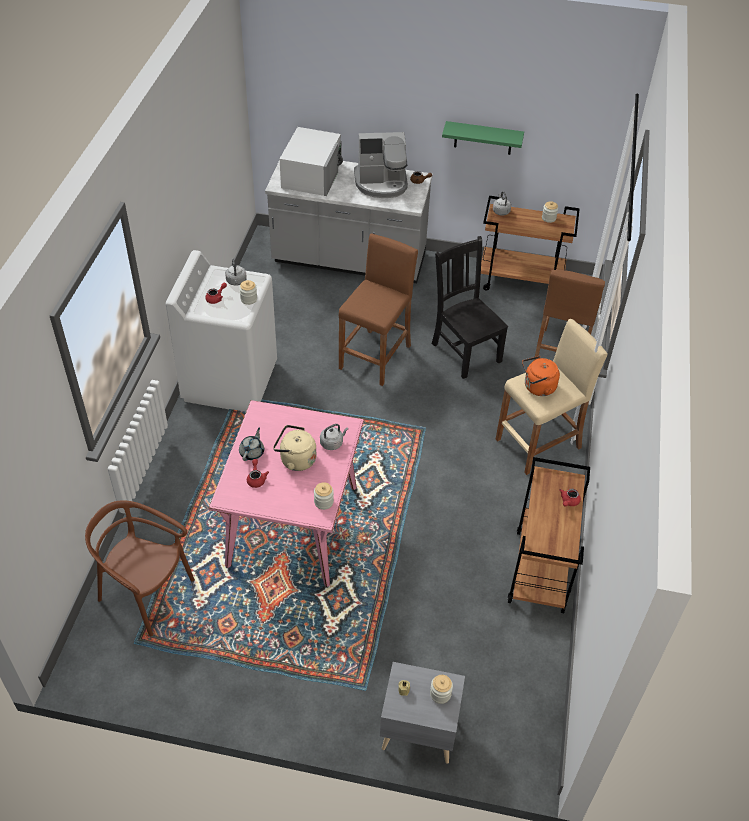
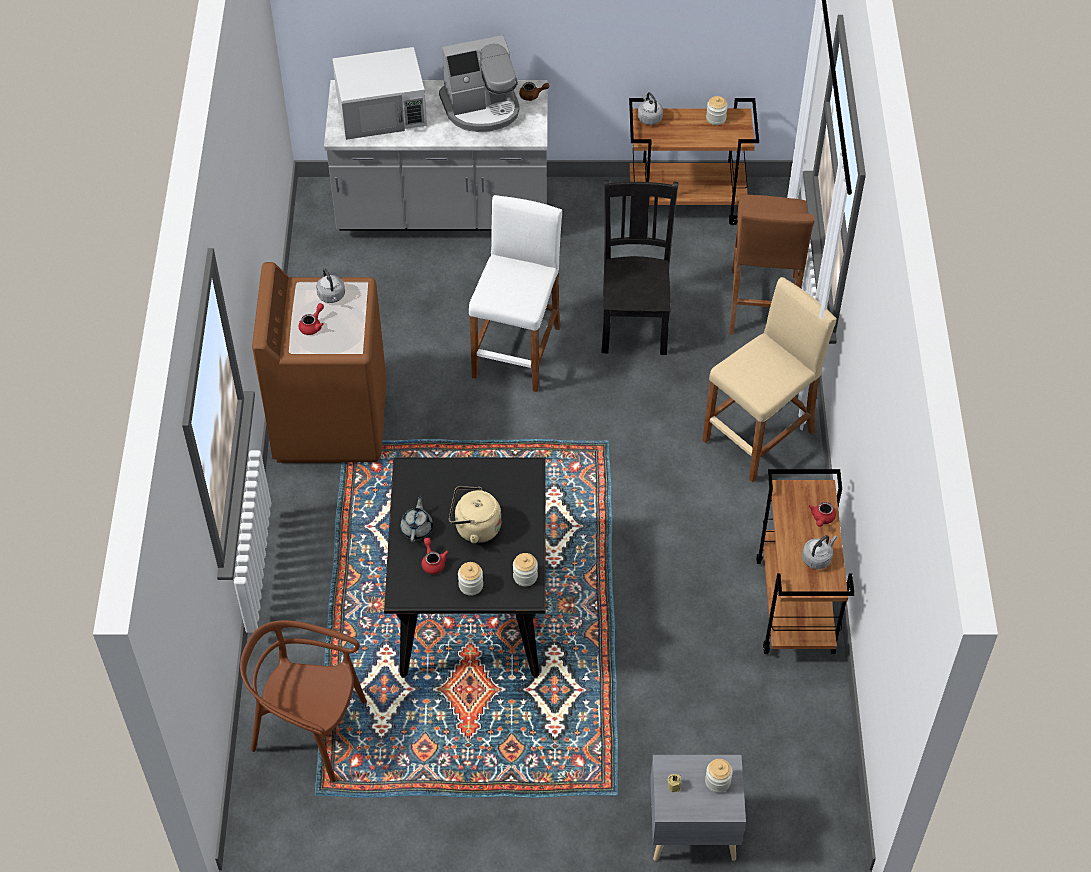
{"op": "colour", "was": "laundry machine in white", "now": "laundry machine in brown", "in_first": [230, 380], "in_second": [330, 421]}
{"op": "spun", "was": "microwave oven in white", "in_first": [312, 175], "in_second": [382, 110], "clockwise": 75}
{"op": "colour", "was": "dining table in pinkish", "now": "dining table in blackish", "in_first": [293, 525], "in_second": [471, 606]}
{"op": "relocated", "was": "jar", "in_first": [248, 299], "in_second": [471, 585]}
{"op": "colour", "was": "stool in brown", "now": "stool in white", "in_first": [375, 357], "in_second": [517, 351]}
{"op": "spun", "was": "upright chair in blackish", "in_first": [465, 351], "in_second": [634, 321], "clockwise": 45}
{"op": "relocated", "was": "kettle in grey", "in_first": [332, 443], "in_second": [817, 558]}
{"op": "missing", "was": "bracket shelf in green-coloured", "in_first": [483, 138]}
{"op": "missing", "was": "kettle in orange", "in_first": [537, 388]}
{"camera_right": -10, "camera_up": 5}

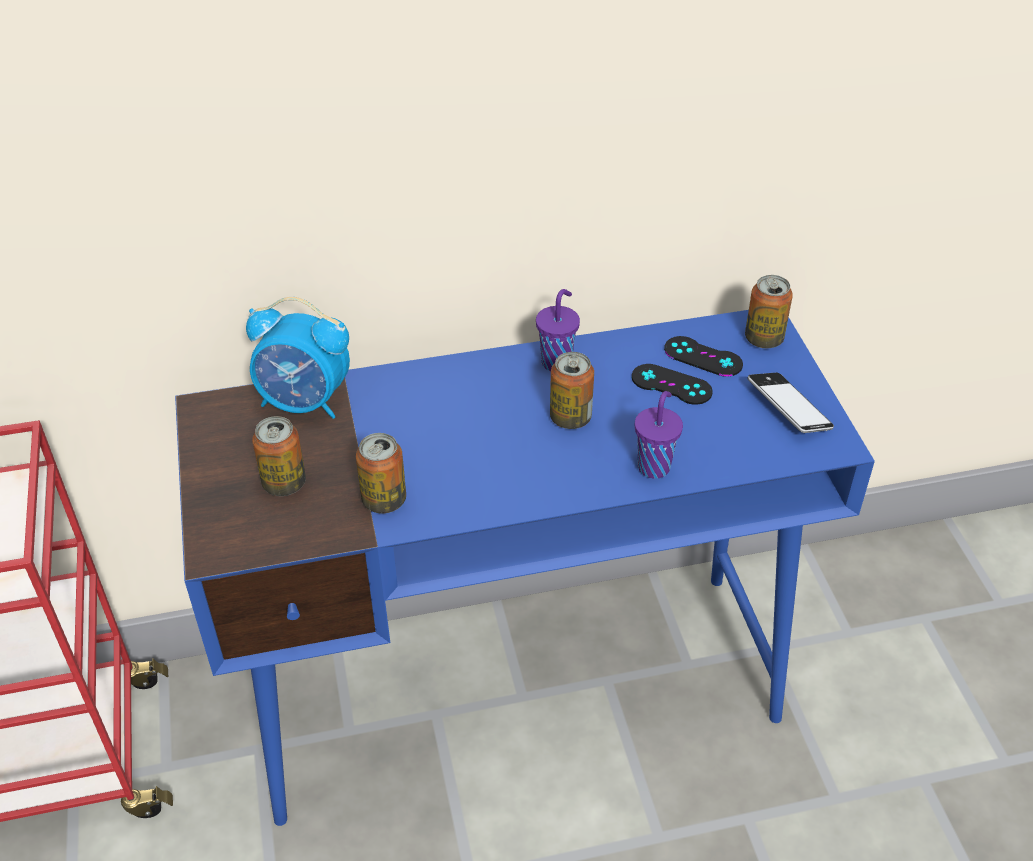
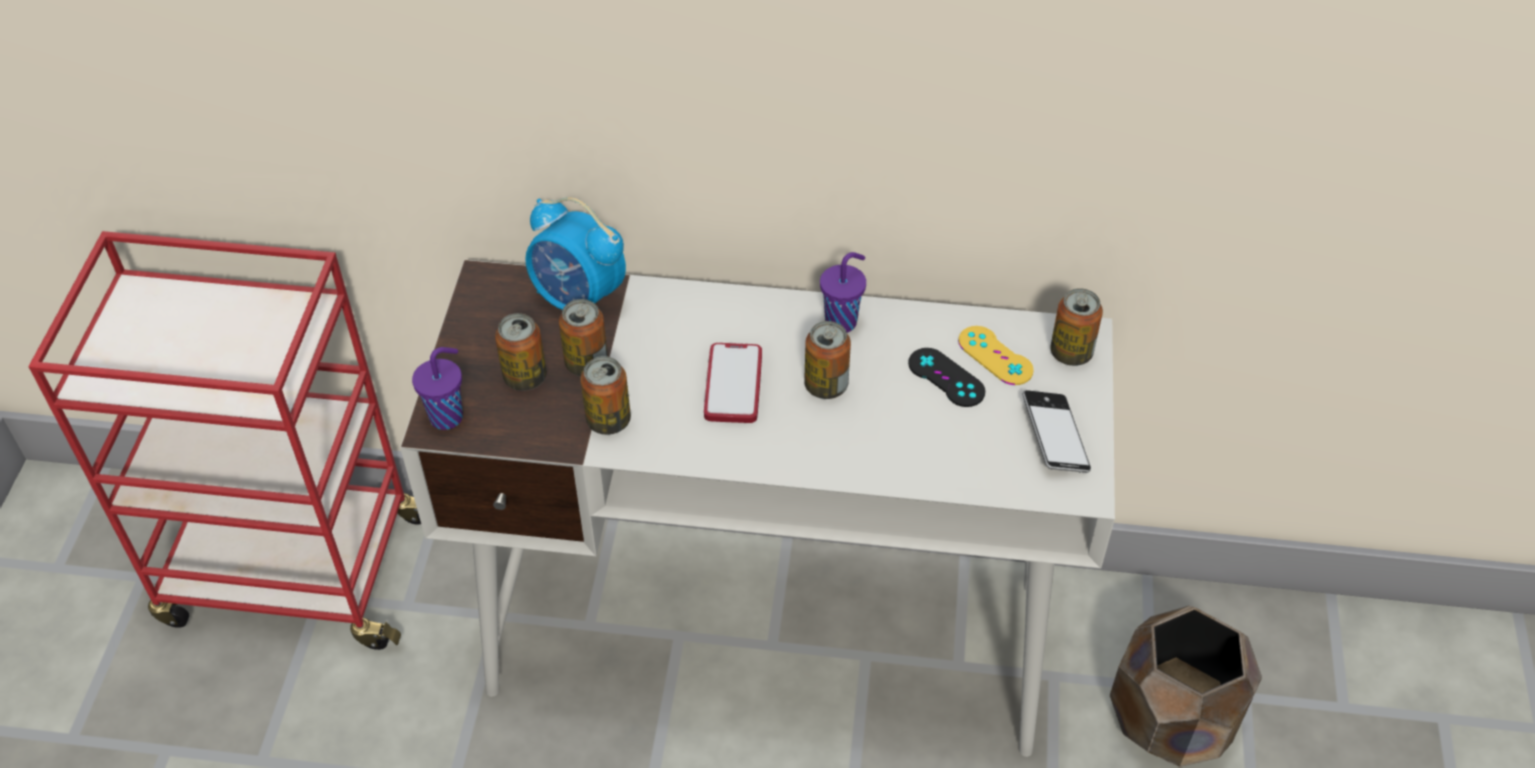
{"op": "colour", "was": "desk table in blue-coloured", "now": "desk table in white", "in_first": [518, 690], "in_second": [770, 637]}
{"op": "relocated", "was": "small cup in purple-coloured", "in_first": [654, 466], "in_second": [448, 416]}
{"op": "appeared", "now": "sealed can", "in_second": [586, 363]}
{"op": "appeared", "now": "phone", "in_second": [733, 385]}
{"op": "colour", "was": "joypad in blackish", "now": "joypad in yellow", "in_first": [703, 357], "in_second": [995, 356]}
{"op": "appeared", "now": "plant pot in brown", "in_second": [1173, 720]}
{"camera_right": 20, "camera_up": 5}

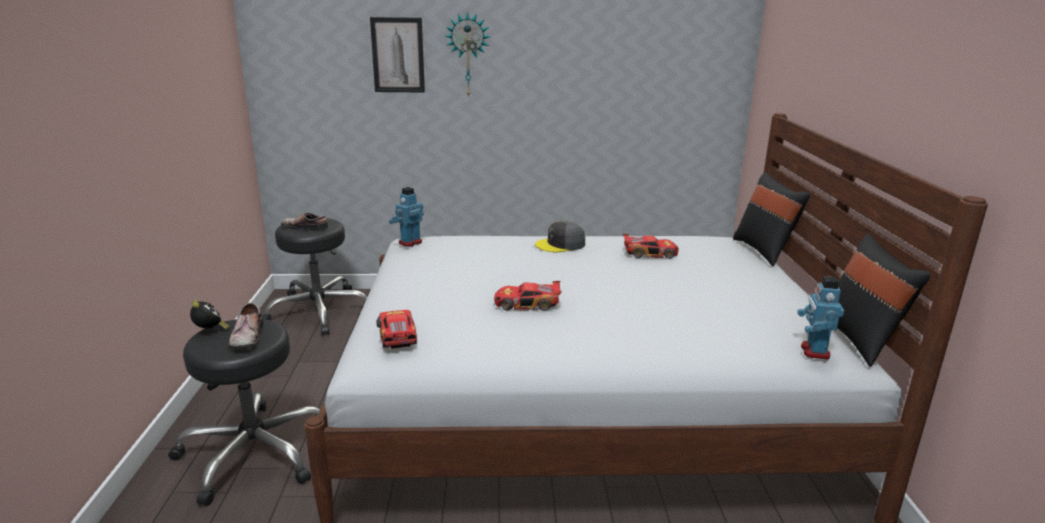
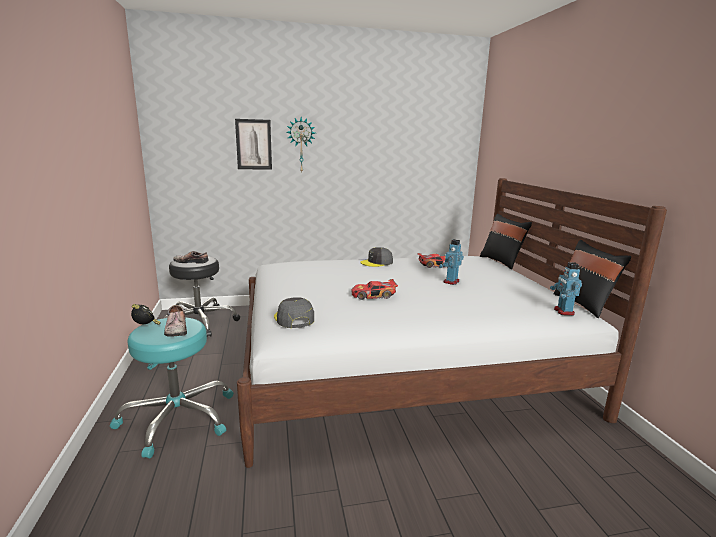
{"op": "colour", "was": "stool in blackish", "now": "stool in turquoise", "in_first": [256, 453], "in_second": [178, 418]}
{"op": "exchanged", "was": "miniature car", "now": "peaked cap in grey", "in_first": [397, 336], "in_second": [293, 318]}
{"op": "relocated", "was": "robot figure", "in_first": [410, 242], "in_second": [450, 282]}
{"camera_right": -10, "camera_up": -5}

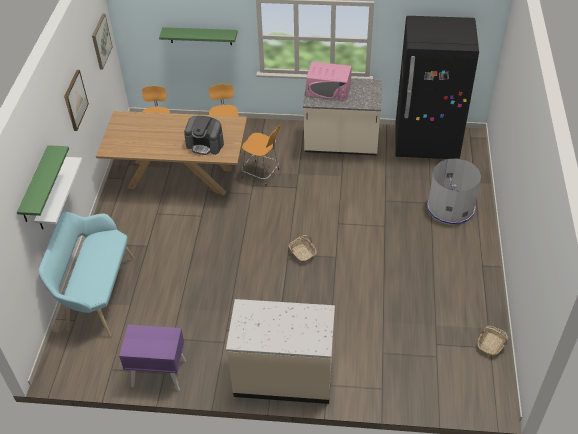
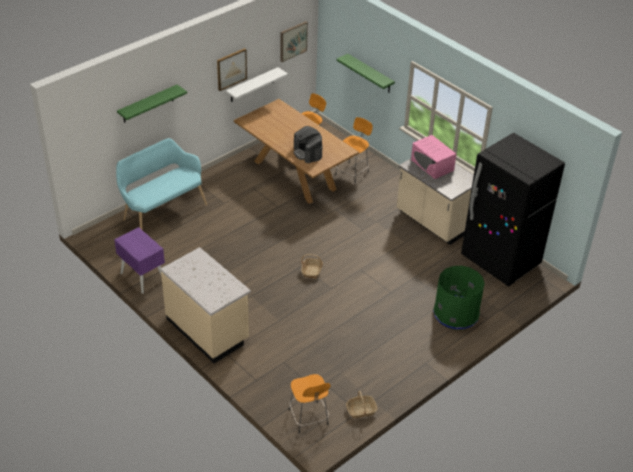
{"op": "relocated", "was": "bracket shelf in white", "in_first": [51, 195], "in_second": [252, 85]}
{"op": "relocated", "was": "stool in orange", "in_first": [262, 174], "in_second": [309, 418]}
{"op": "colour", "was": "rubbish bin in grey", "now": "rubbish bin in green-coloured", "in_first": [450, 208], "in_second": [456, 313]}
{"camera_right": 40, "camera_up": -5}

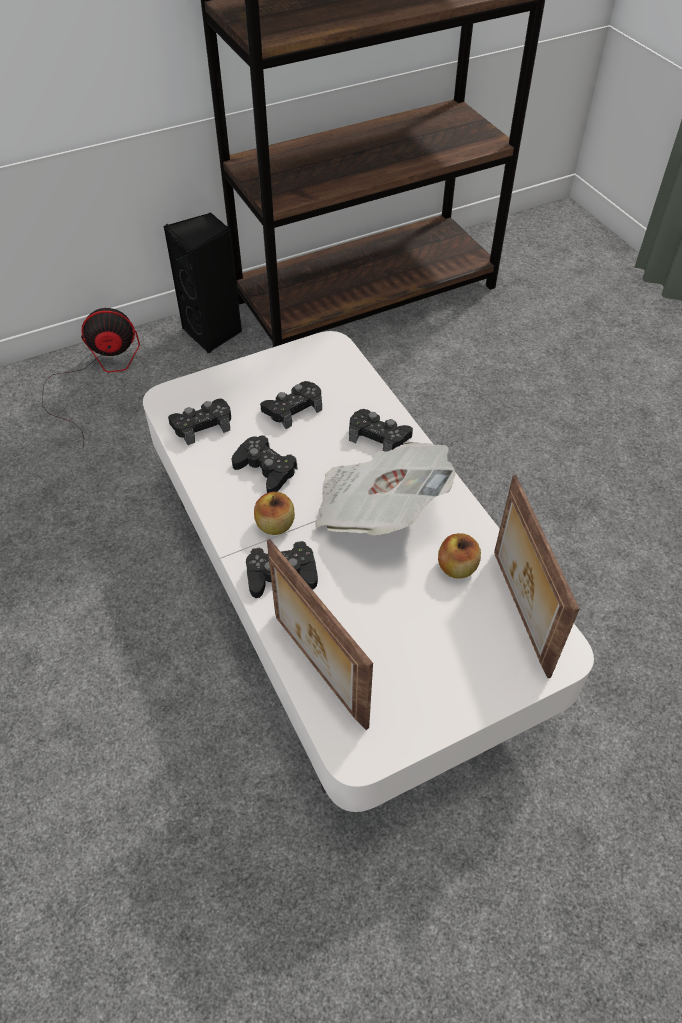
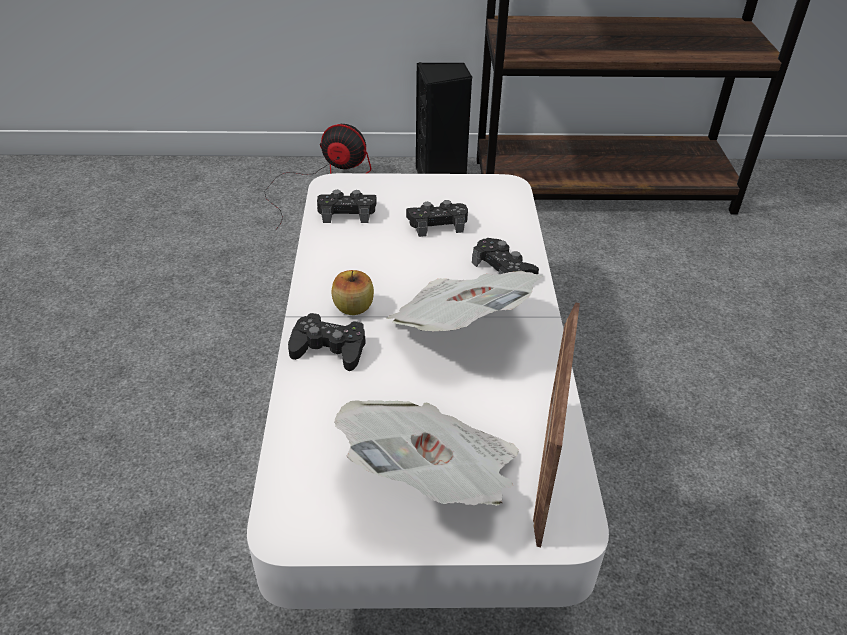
{"op": "appeared", "now": "printed paper", "in_second": [434, 478]}
{"op": "missing", "was": "joypad in blackish", "in_first": [265, 470]}
{"op": "missing", "was": "photo frame", "in_first": [317, 669]}
{"op": "missing", "was": "whole apple", "in_first": [457, 567]}
{"camera_right": 25, "camera_up": -10}

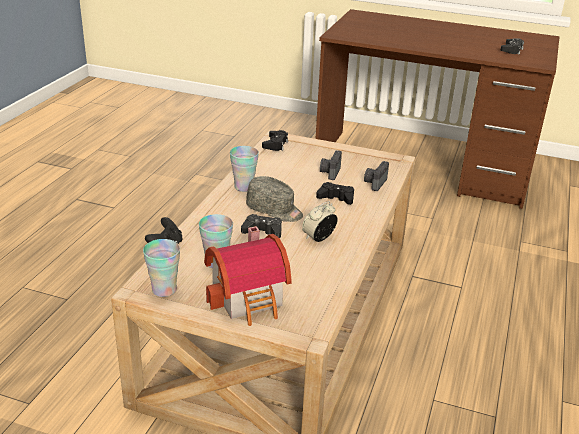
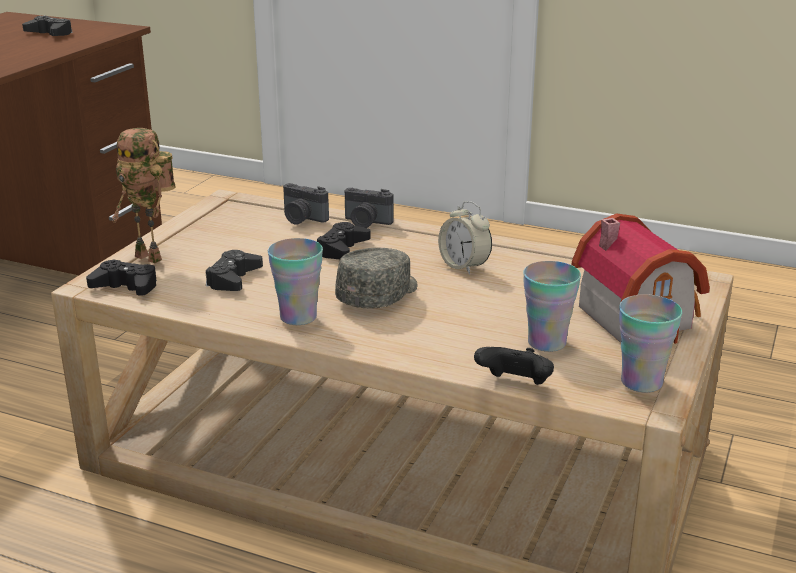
{"op": "appeared", "now": "robot figure", "in_second": [152, 257]}
{"op": "relocated", "was": "joypad in blackish", "in_first": [263, 231], "in_second": [233, 279]}
{"op": "relocated", "was": "photo camera", "in_first": [329, 172], "in_second": [366, 223]}
{"camera_right": -85, "camera_up": -5}

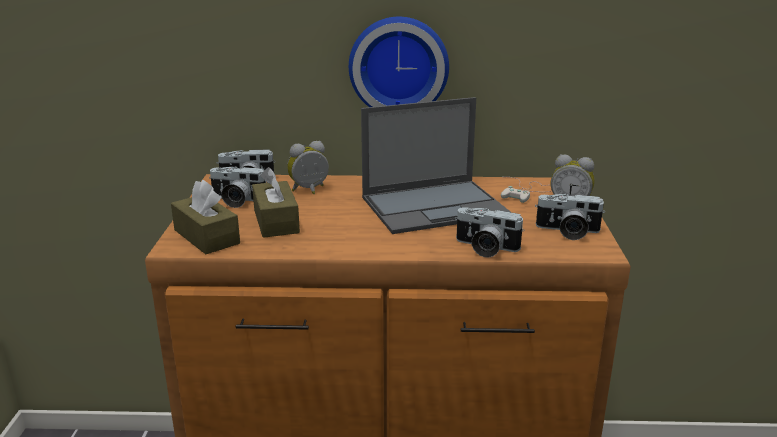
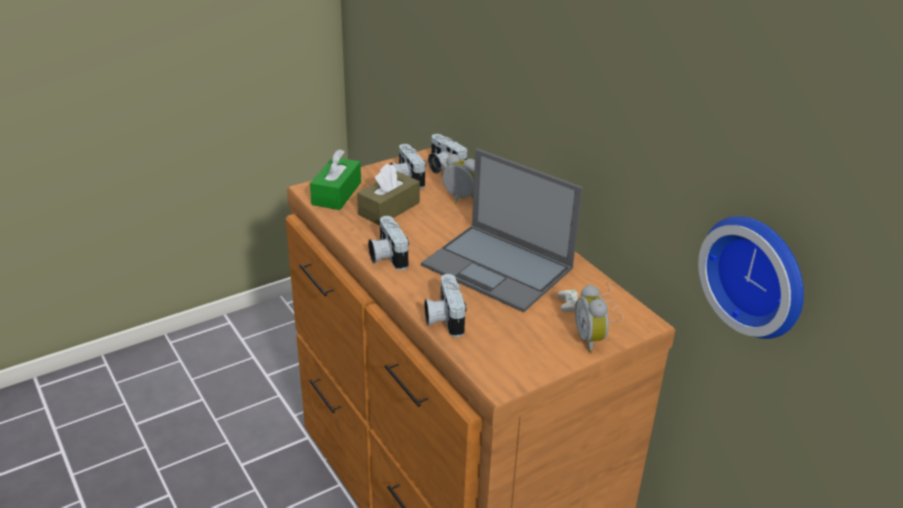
{"op": "colour", "was": "tissue box in brown", "now": "tissue box in green-coloured", "in_first": [206, 237], "in_second": [336, 193]}
{"op": "relocated", "was": "photo camera", "in_first": [567, 232], "in_second": [386, 256]}
{"op": "relocated", "was": "wall clock", "in_first": [398, 65], "in_second": [758, 274]}
{"camera_right": 55, "camera_up": 10}

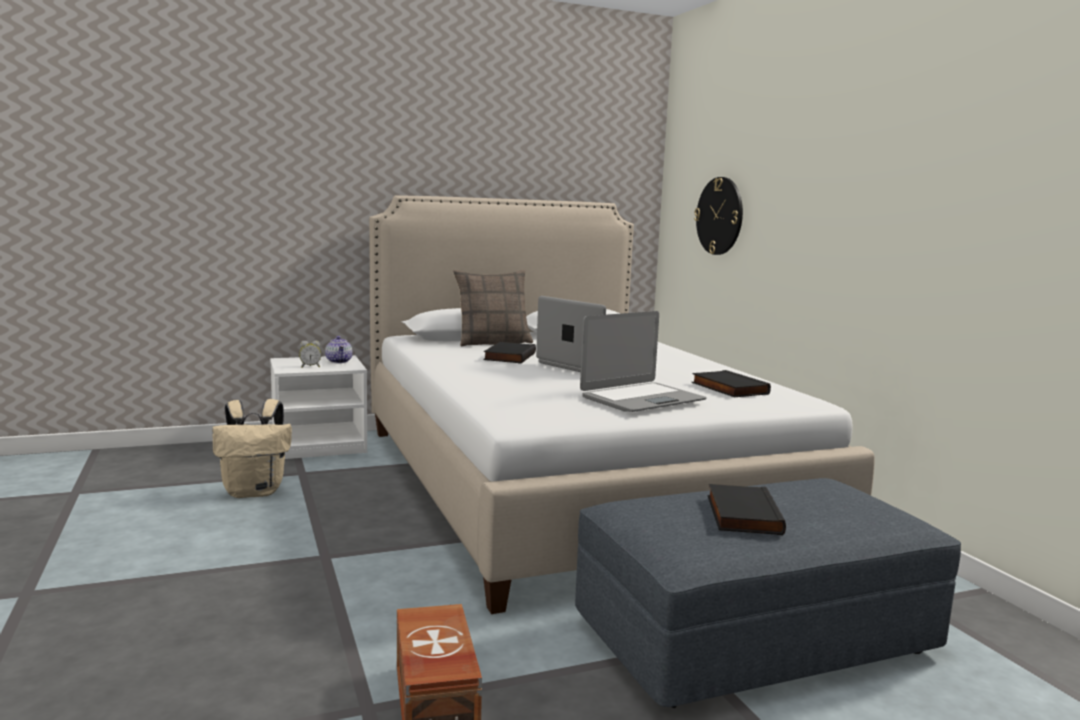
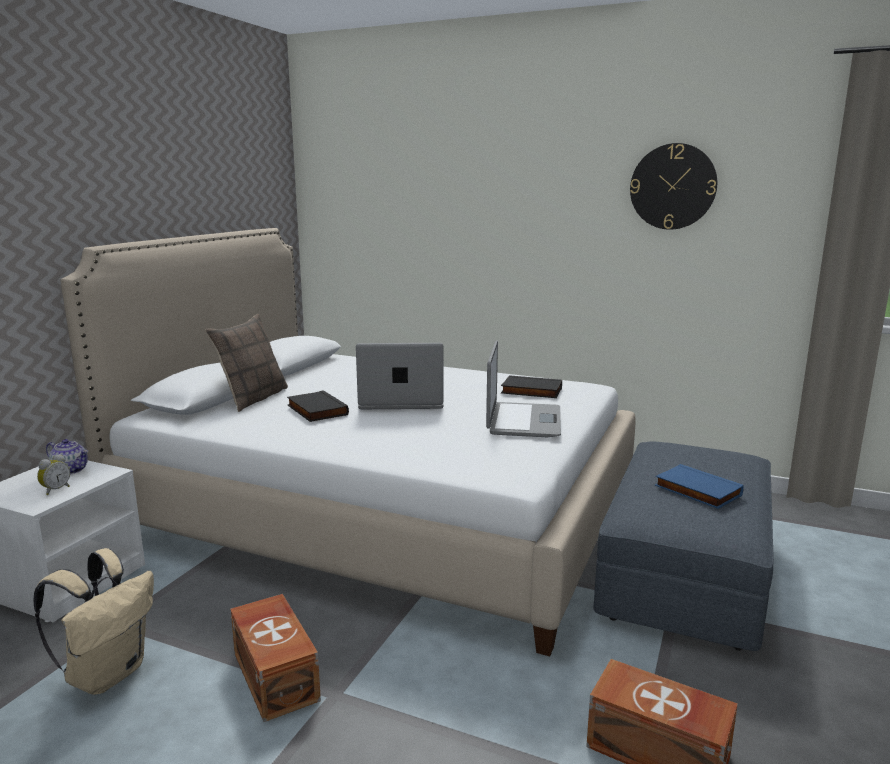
{"op": "appeared", "now": "storage box in brown", "in_second": [276, 674]}
{"op": "relocated", "was": "wall clock", "in_first": [719, 216], "in_second": [673, 186]}
{"op": "colour", "was": "book in blackish", "now": "book in blue-coloured", "in_first": [741, 514], "in_second": [696, 491]}
{"camera_right": -45, "camera_up": 5}

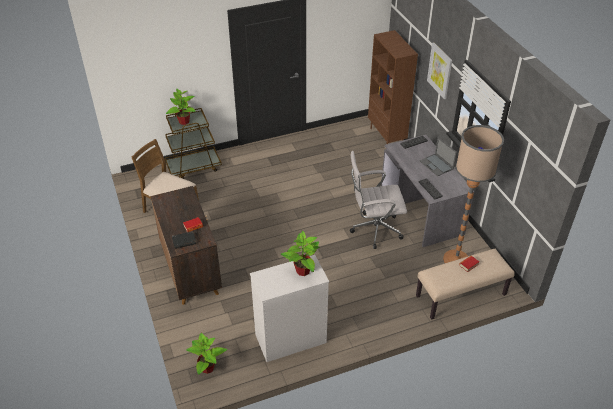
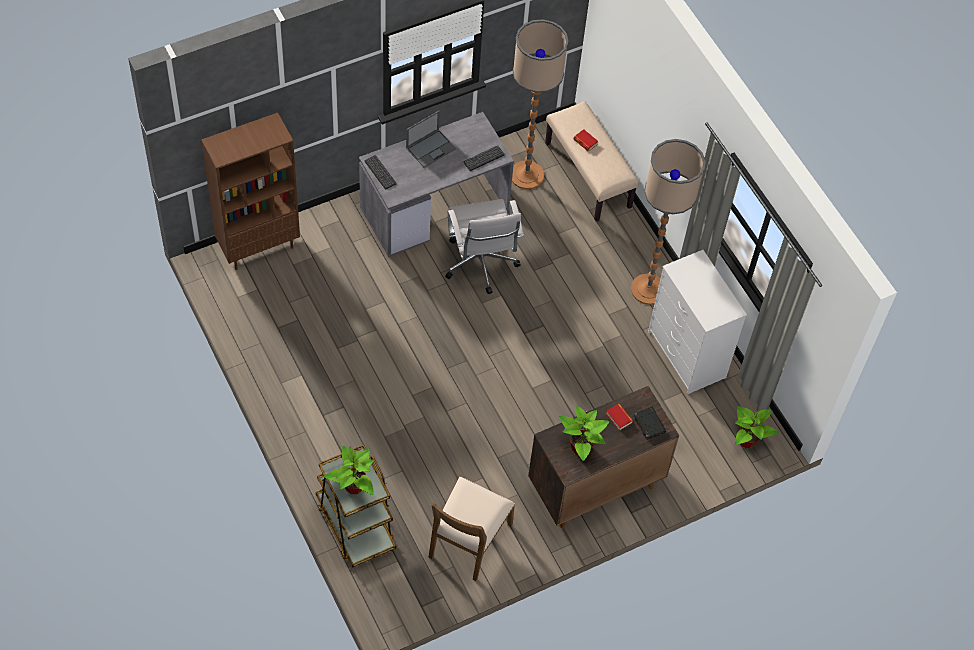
{"op": "relocated", "was": "houseplant", "in_first": [302, 271], "in_second": [581, 448]}
{"op": "appeared", "now": "standing lamp", "in_second": [648, 289]}
{"op": "missing", "was": "wall art", "in_first": [440, 70]}
{"camera_right": -100, "camera_up": 15}

